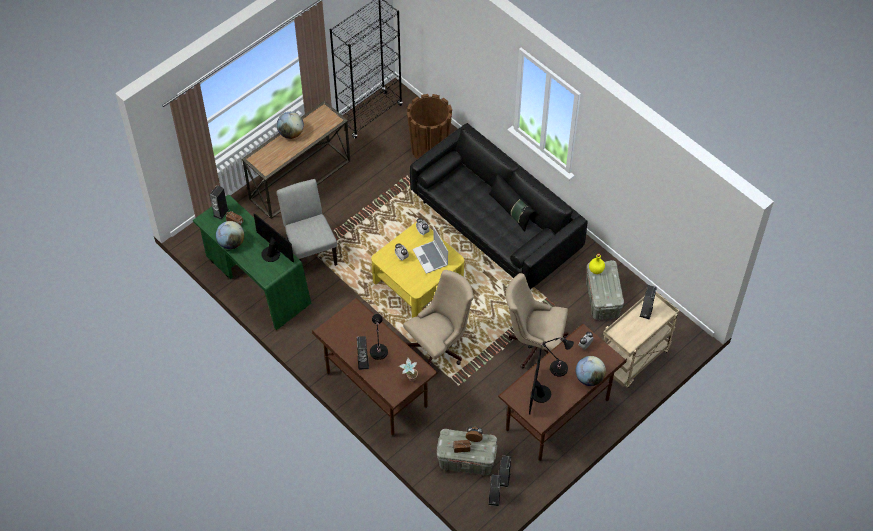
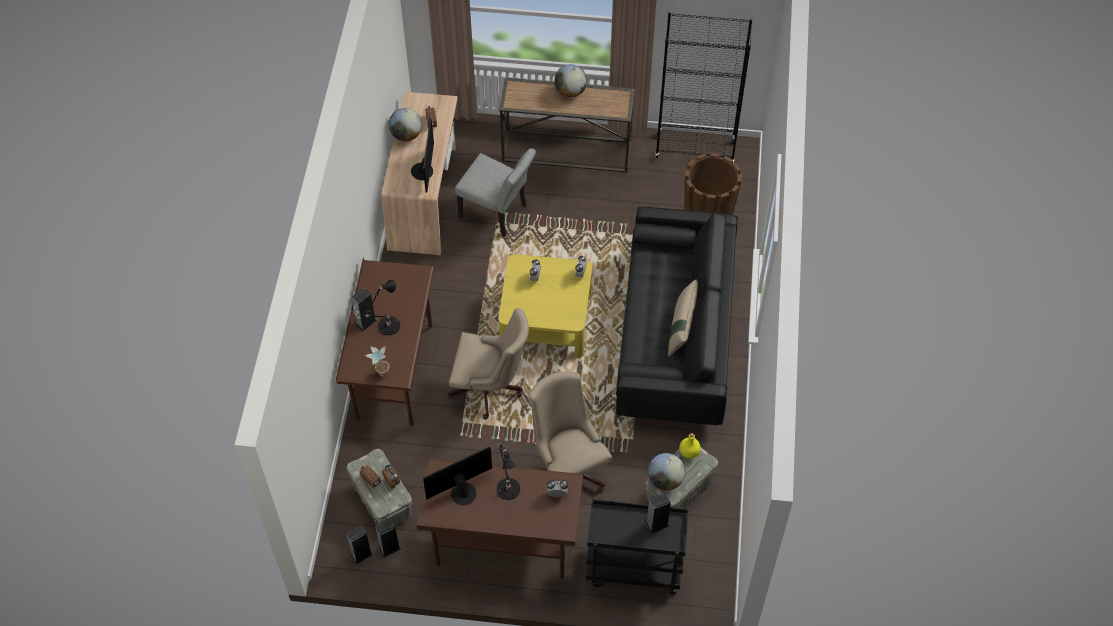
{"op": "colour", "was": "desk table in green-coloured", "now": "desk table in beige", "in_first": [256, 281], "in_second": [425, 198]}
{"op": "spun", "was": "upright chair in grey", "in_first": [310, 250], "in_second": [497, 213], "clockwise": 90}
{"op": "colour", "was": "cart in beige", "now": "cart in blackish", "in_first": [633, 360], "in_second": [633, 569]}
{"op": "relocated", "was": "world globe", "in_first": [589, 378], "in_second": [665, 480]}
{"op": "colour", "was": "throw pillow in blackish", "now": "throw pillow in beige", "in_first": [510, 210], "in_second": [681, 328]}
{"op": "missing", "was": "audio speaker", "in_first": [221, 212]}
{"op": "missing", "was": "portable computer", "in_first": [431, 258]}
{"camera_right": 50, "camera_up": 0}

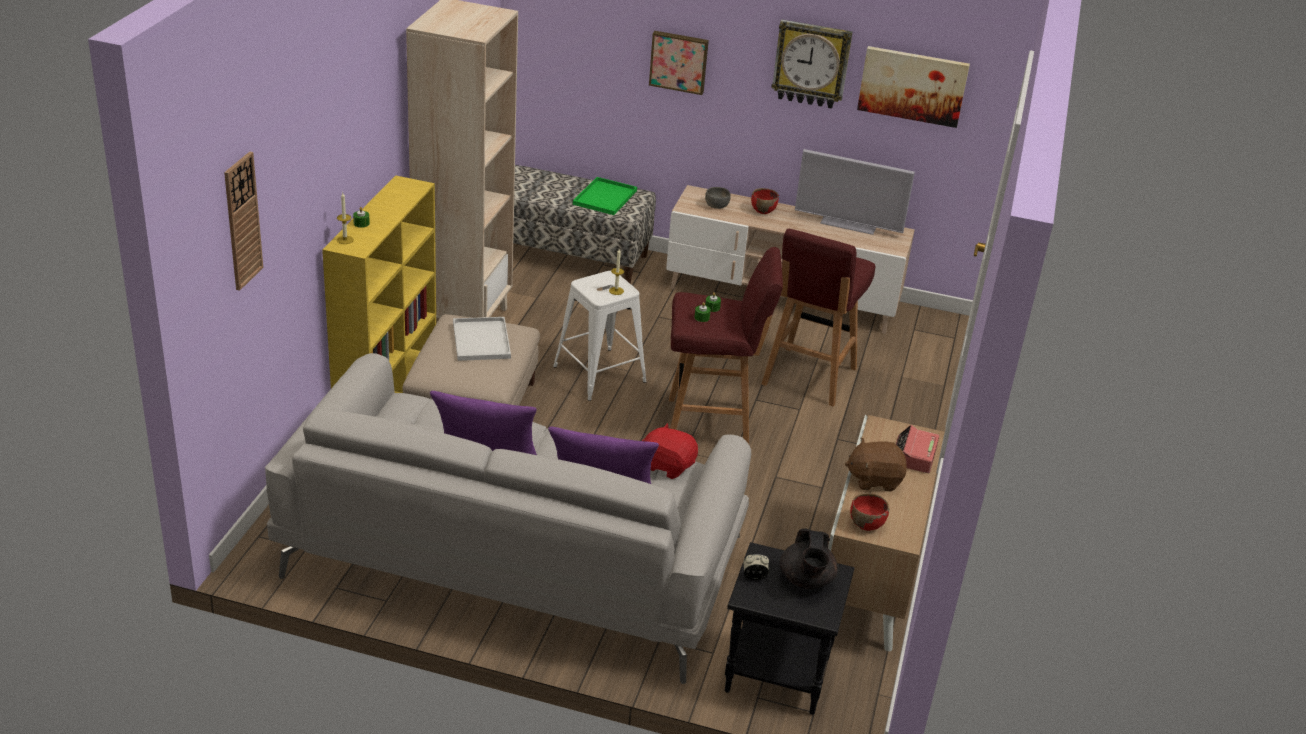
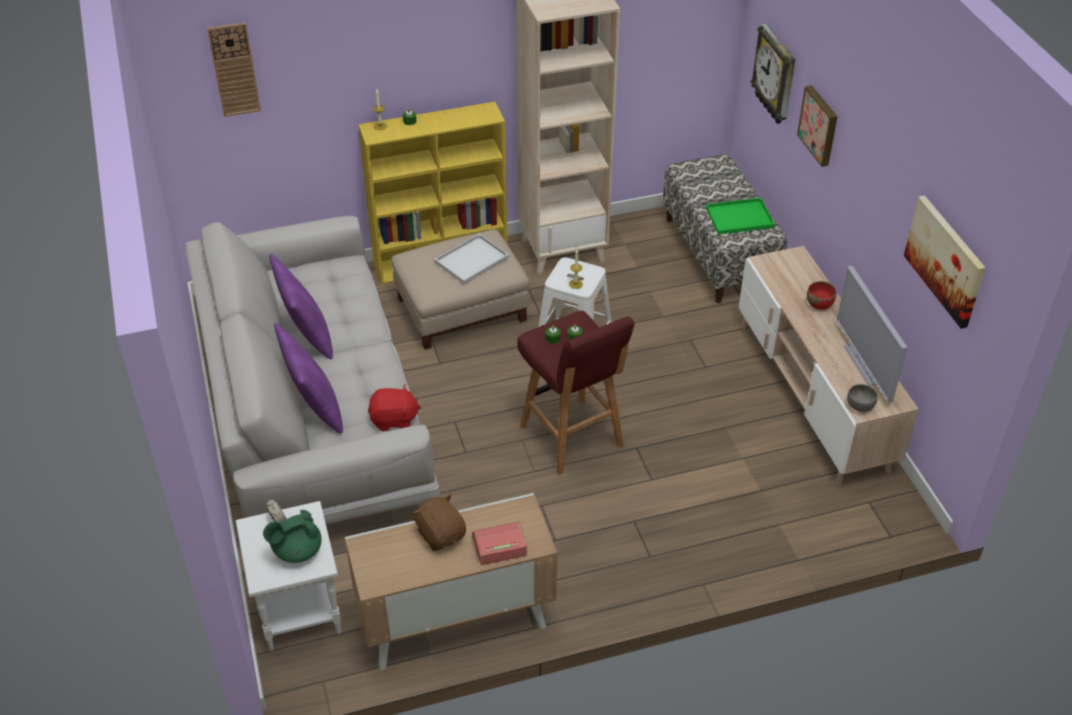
{"op": "colour", "was": "end table in blackish", "now": "end table in white", "in_first": [775, 676], "in_second": [297, 610]}
{"op": "colour", "was": "teapot in blackish", "now": "teapot in green-coloured", "in_first": [806, 580], "in_second": [296, 551]}
{"op": "spun", "was": "cuddly toy in red", "in_first": [668, 465], "in_second": [394, 420], "clockwise": 90}
{"op": "relocated", "was": "wall clock", "in_first": [811, 63], "in_second": [776, 75]}
{"op": "relocated", "was": "serving bowl in grey", "in_first": [717, 205], "in_second": [860, 406]}
{"op": "missing", "was": "stool in red", "in_first": [808, 377]}
{"op": "missing", "was": "serving bowl in red", "in_first": [866, 523]}
{"camera_right": 60, "camera_up": 10}

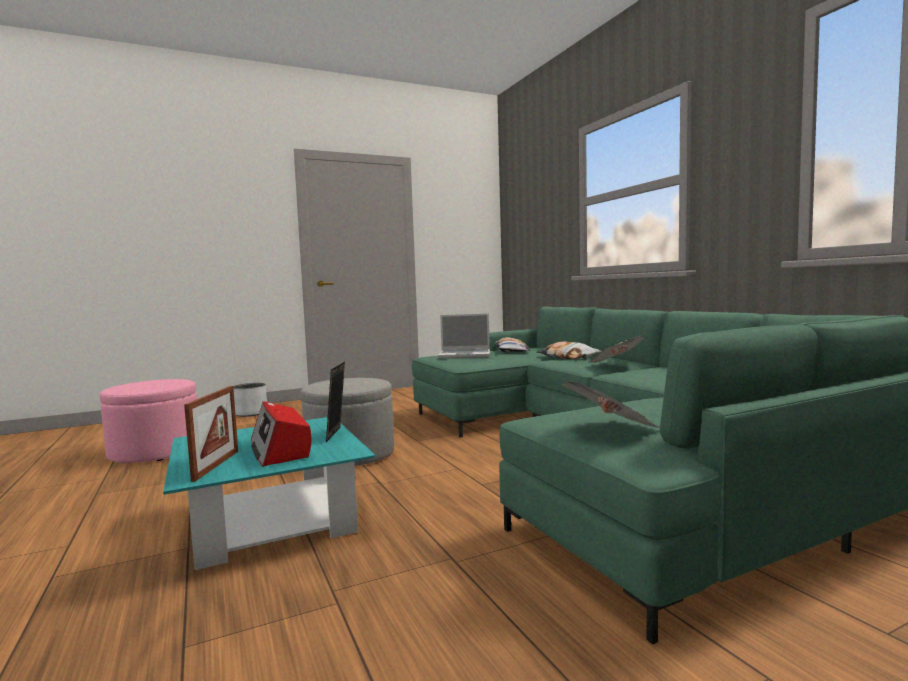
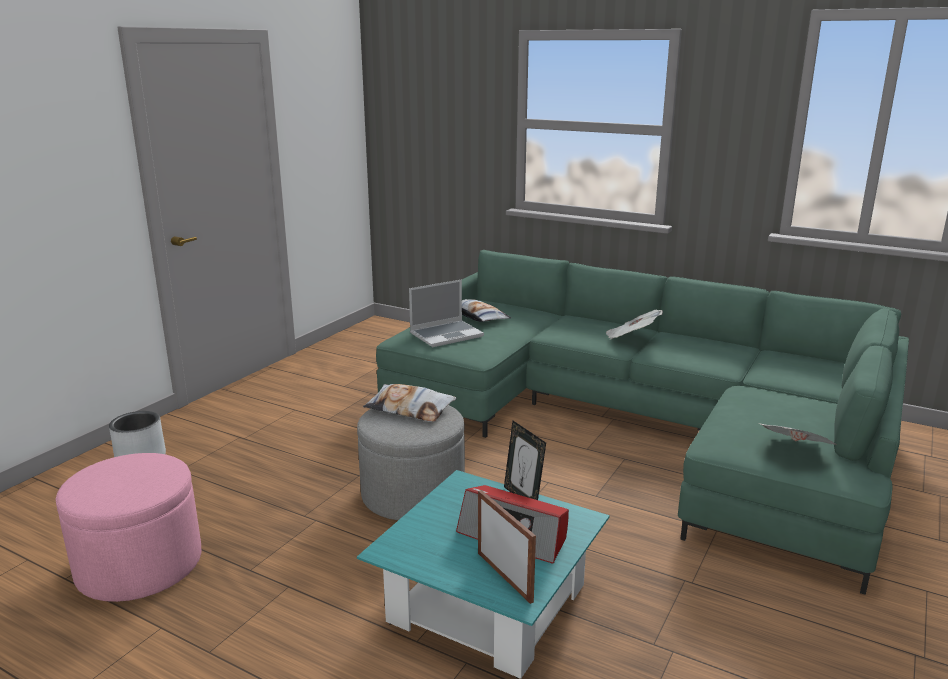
{"op": "relocated", "was": "throw pillow", "in_first": [568, 357], "in_second": [410, 409]}
{"camera_right": -35, "camera_up": 15}

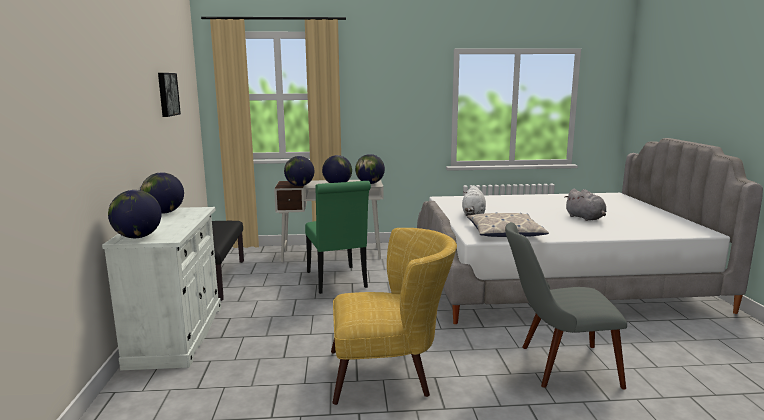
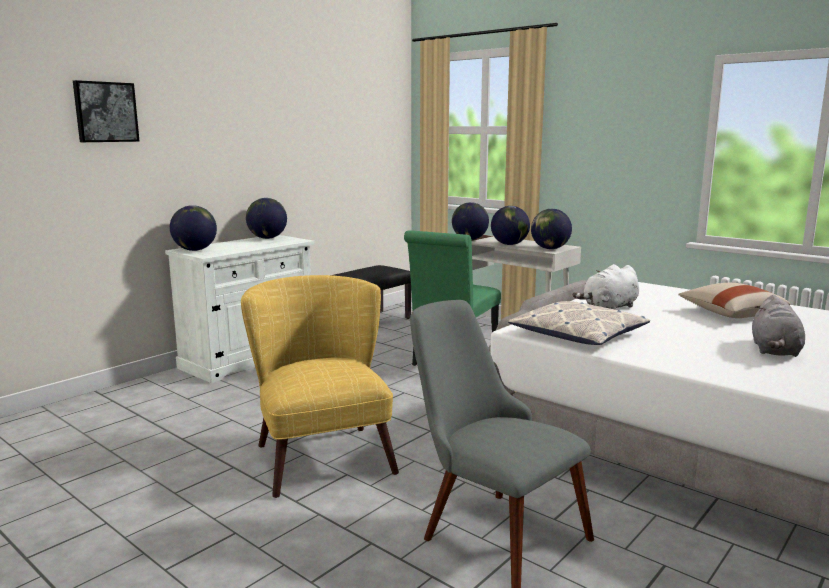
{"op": "relocated", "was": "wall art", "in_first": [167, 94], "in_second": [105, 112]}
{"op": "spun", "was": "lounge chair in yellow", "in_first": [390, 373], "in_second": [321, 452], "clockwise": -150}
{"op": "appeared", "now": "throw pillow in beige", "in_second": [730, 314]}
{"camera_right": 45, "camera_up": 0}

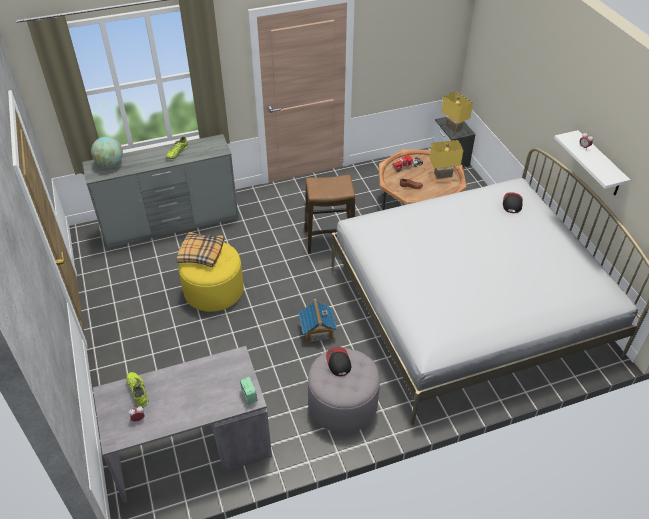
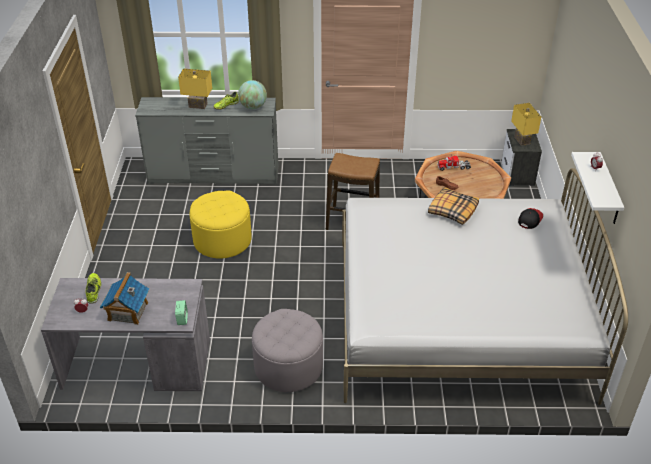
{"op": "relocated", "was": "miniature house", "in_first": [317, 331], "in_second": [127, 311]}
{"op": "relocated", "was": "table lamp in yellow", "in_first": [443, 175], "in_second": [197, 106]}
{"op": "relocated", "was": "world globe", "in_first": [110, 164], "in_second": [253, 107]}
{"op": "relocated", "was": "throw pillow", "in_first": [201, 253], "in_second": [452, 210]}
{"op": "missing", "was": "peaked cap", "in_first": [338, 362]}
{"camera_right": 20, "camera_up": -5}

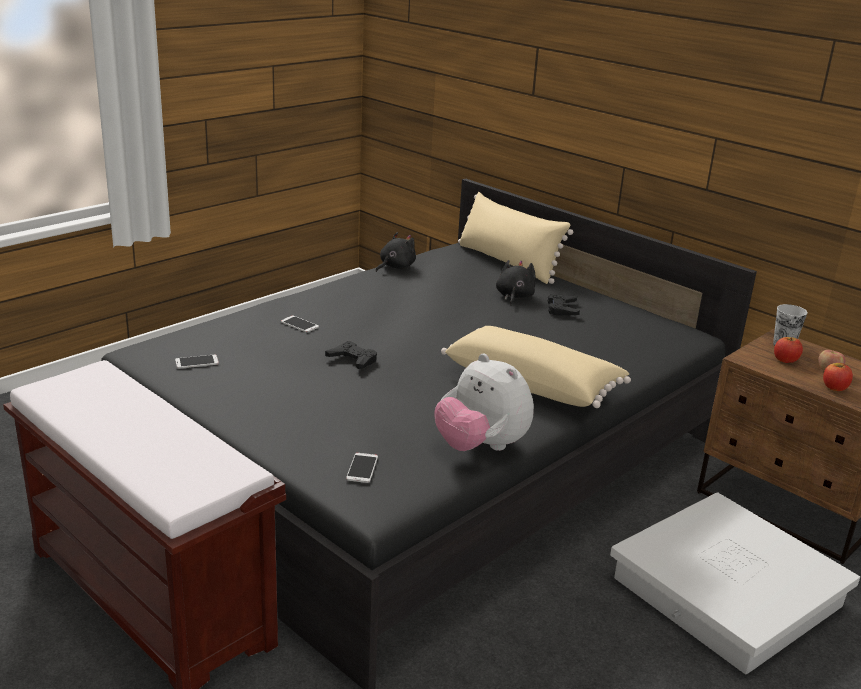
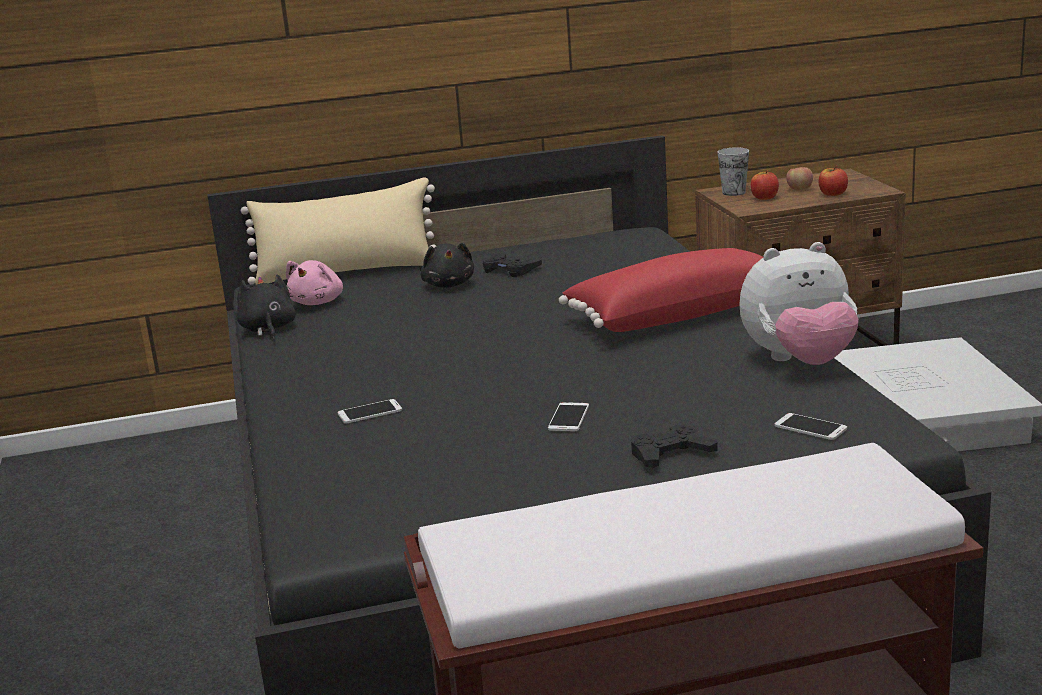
{"op": "appeared", "now": "cuddly toy in pinkish", "in_second": [318, 302]}
{"op": "spun", "was": "cuddly toy in blackish", "in_first": [514, 297], "in_second": [449, 284], "clockwise": -150}
{"op": "relocated", "was": "phone", "in_first": [197, 362], "in_second": [568, 418]}
{"op": "colour", "was": "throw pillow in beige", "now": "throw pillow in red", "in_first": [533, 383], "in_second": [677, 314]}
{"op": "relocated", "was": "joypad in blackish", "in_first": [352, 360], "in_second": [671, 454]}
{"camera_right": -55, "camera_up": -5}

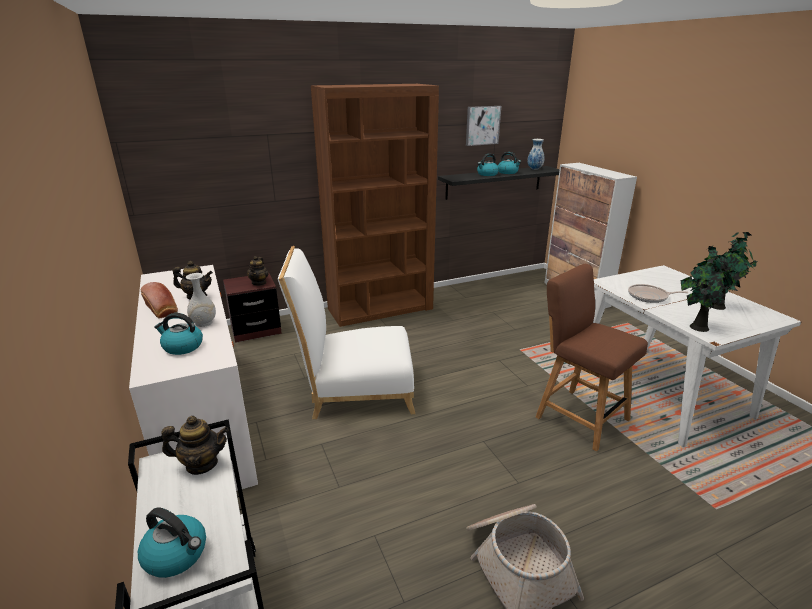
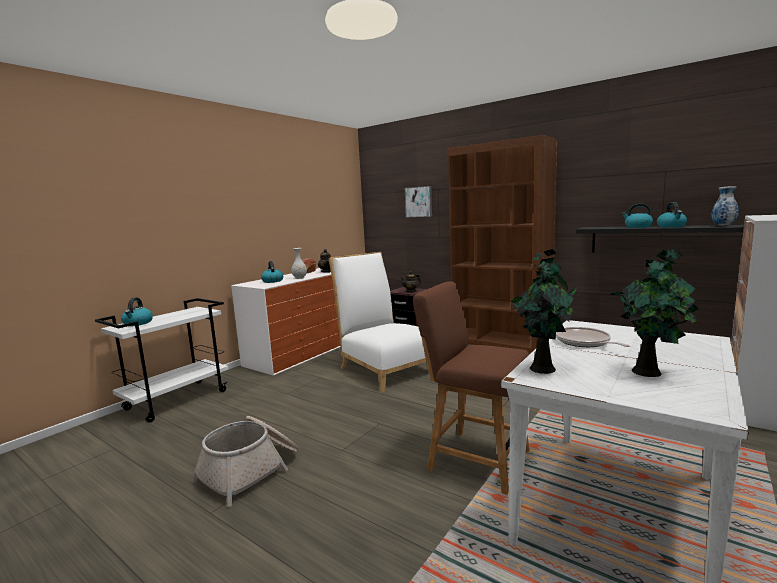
{"op": "relocated", "was": "wall art", "in_first": [482, 125], "in_second": [419, 202]}
{"op": "spun", "was": "upright chair in brown", "in_first": [578, 416], "in_second": [474, 458], "clockwise": -75}
{"op": "missing", "was": "teapot", "in_first": [201, 464]}
{"camera_right": 60, "camera_up": -15}

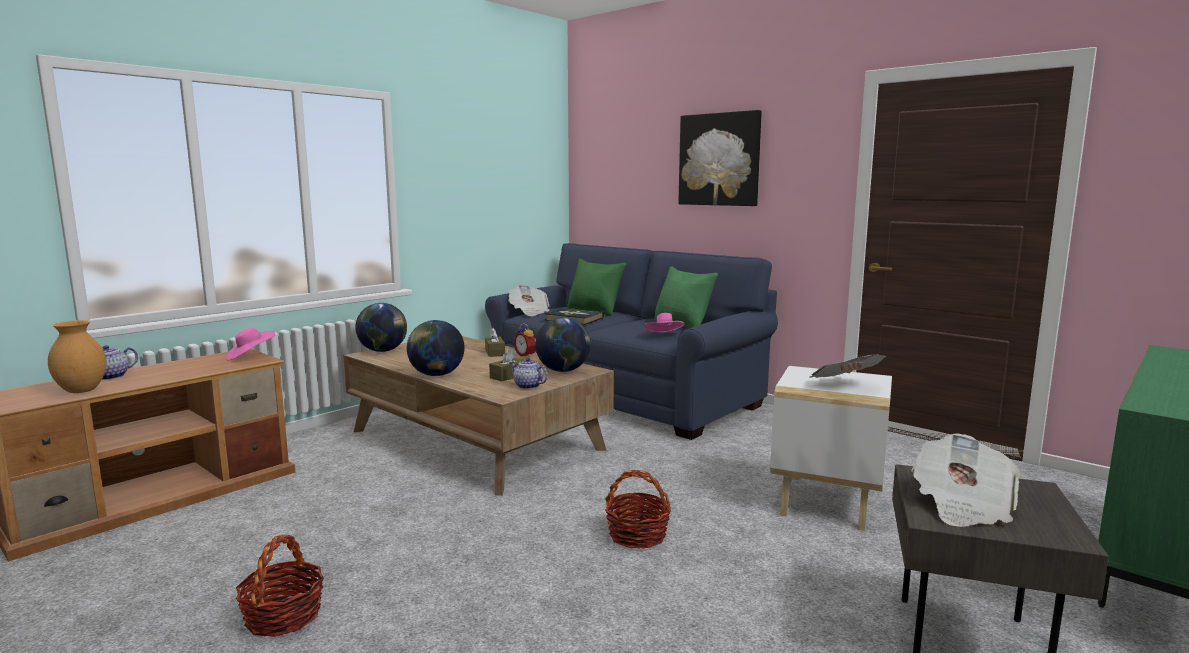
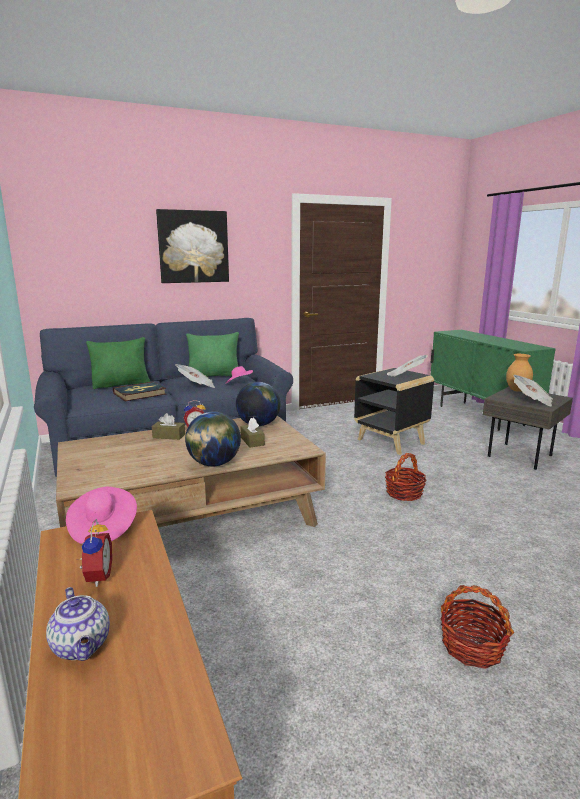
{"op": "appeared", "now": "alarm clock", "in_second": [96, 577]}
{"op": "relocated", "was": "printed paper", "in_first": [529, 312], "in_second": [197, 386]}
{"op": "colour", "was": "end table in white", "now": "end table in blackish", "in_first": [827, 502], "in_second": [392, 442]}
{"op": "relocated", "was": "decorative vase in brown", "in_first": [81, 391], "in_second": [517, 390]}
{"op": "missing", "was": "world globe", "in_first": [383, 351]}
{"op": "missing", "was": "teapot", "in_first": [527, 386]}
{"camera_right": -65, "camera_up": 5}

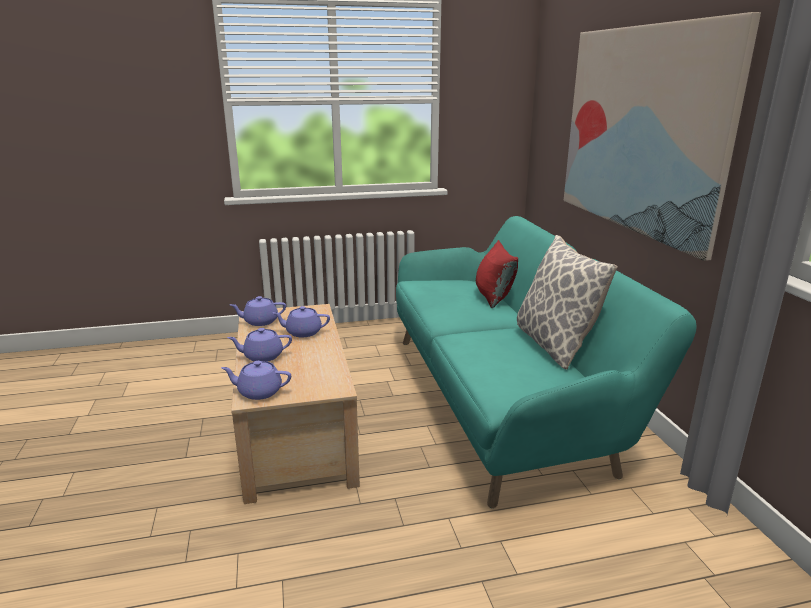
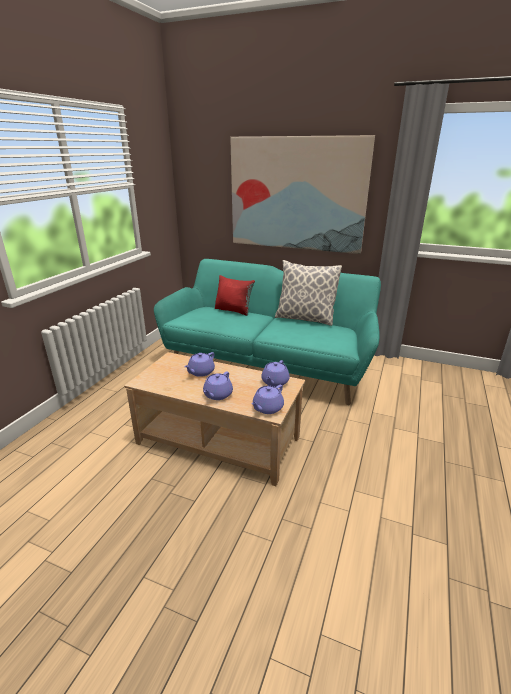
{"op": "relocated", "was": "teapot in purple-coloured", "in_first": [260, 321], "in_second": [274, 382]}
{"camera_right": -55, "camera_up": 5}

